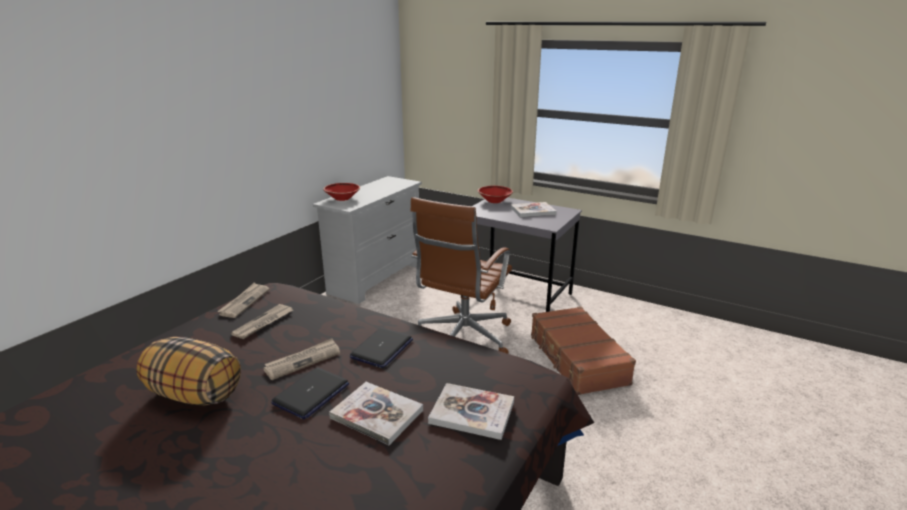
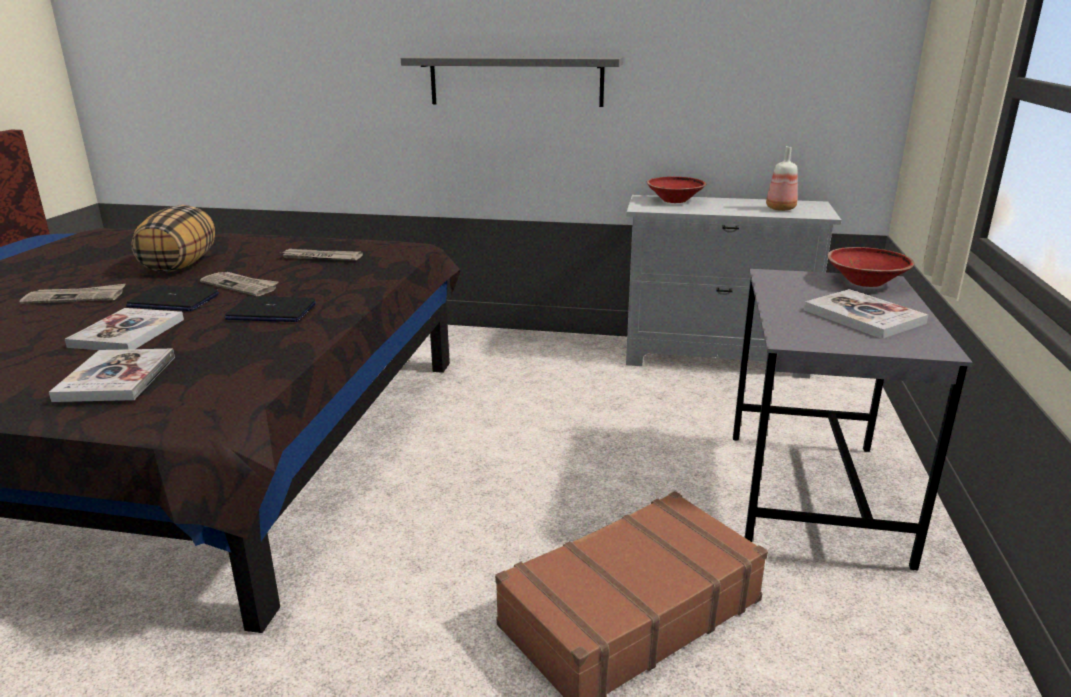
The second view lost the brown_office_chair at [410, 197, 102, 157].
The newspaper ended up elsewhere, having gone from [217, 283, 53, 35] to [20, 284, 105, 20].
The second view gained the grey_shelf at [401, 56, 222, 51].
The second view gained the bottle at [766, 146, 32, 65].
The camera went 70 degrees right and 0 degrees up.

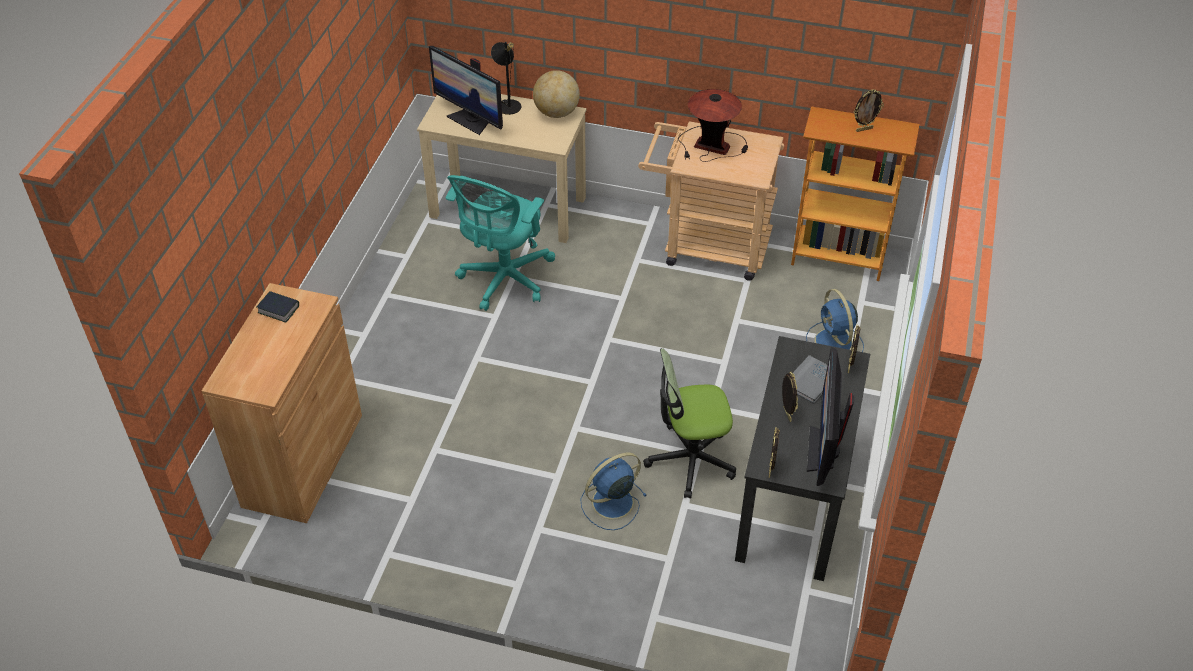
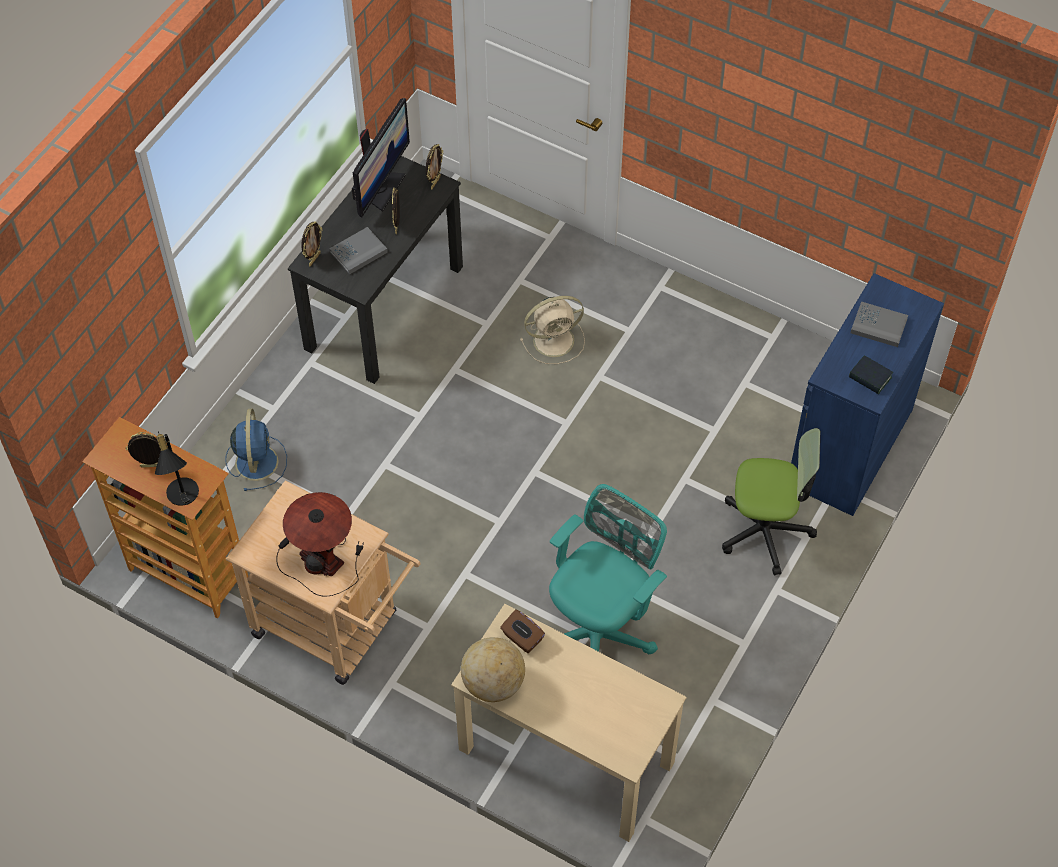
The black_table_lamp ended up elsewhere, having gone from [491, 42, 30, 73] to [155, 431, 44, 75].
The second view lost the monitor at [429, 46, 74, 89].
What was the brown_cabinet at [202, 283, 160, 240] turned into the blue_cabinet at [791, 273, 153, 243].
The office_chair ended up elsewhere, having gone from [643, 348, 93, 151] to [722, 428, 99, 147].
What was the blue_fan at [580, 453, 67, 77] turned into the beige_fan at [520, 296, 65, 68].
The second view gained the grey_book at [851, 301, 57, 46].
The second view gained the brown_tissue_box at [500, 609, 45, 44].
The camera went 165 degrees left and 10 degrees up.

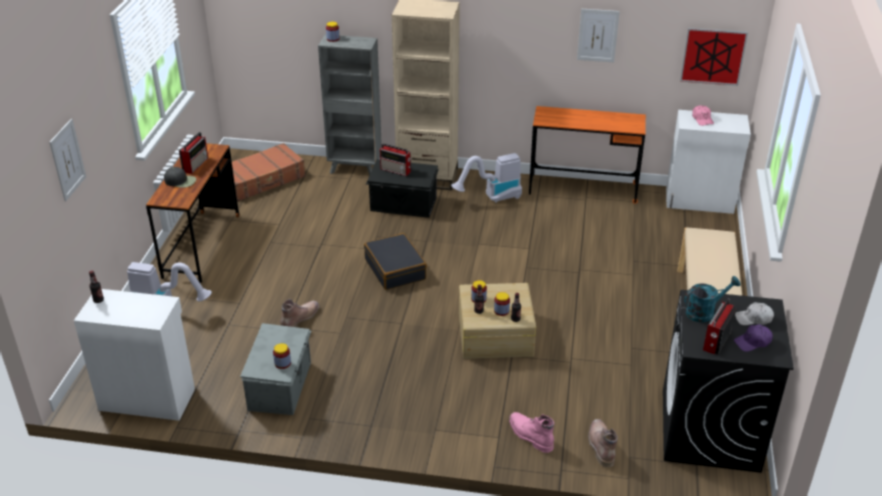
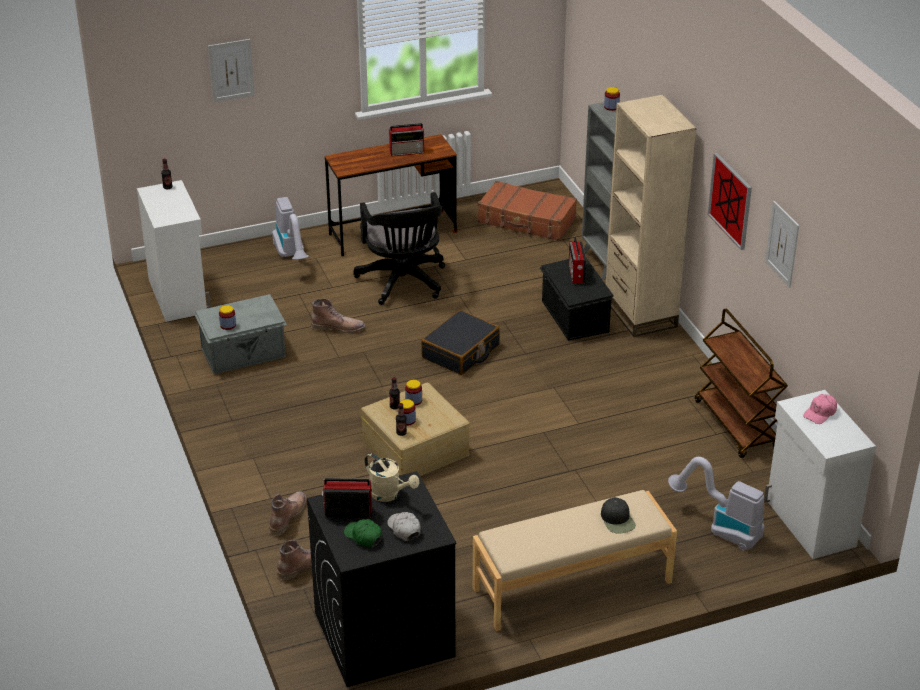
The picture ended up elsewhere, having gone from [680, 28, 68, 58] to [708, 153, 44, 97].
Where the orange_desk stood at [529, 106, 117, 98], the brown_cart came to stand at [695, 308, 93, 150].
The vacuum_cleaner ended up elsewhere, having gone from [451, 153, 71, 50] to [668, 457, 96, 94].
The black_cap ended up elsewhere, having gone from [164, 167, 32, 21] to [601, 497, 35, 36].
What was the turquoise_watering_can at [684, 276, 57, 46] turned into the beige_watering_can at [365, 453, 55, 49].
What was the purple_cap at [734, 324, 39, 28] turned into the green_cap at [344, 519, 38, 28].
What was the pink_boot at [509, 412, 45, 41] turned into the brown_boot at [269, 491, 38, 45].
The second view gained the black_office_chair at [353, 192, 92, 113].
The camera went 60 degrees right and 0 degrees up.

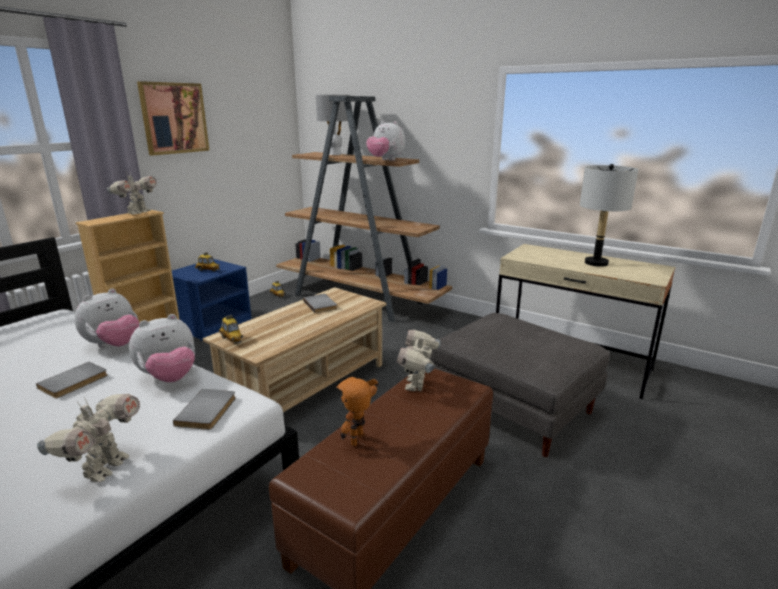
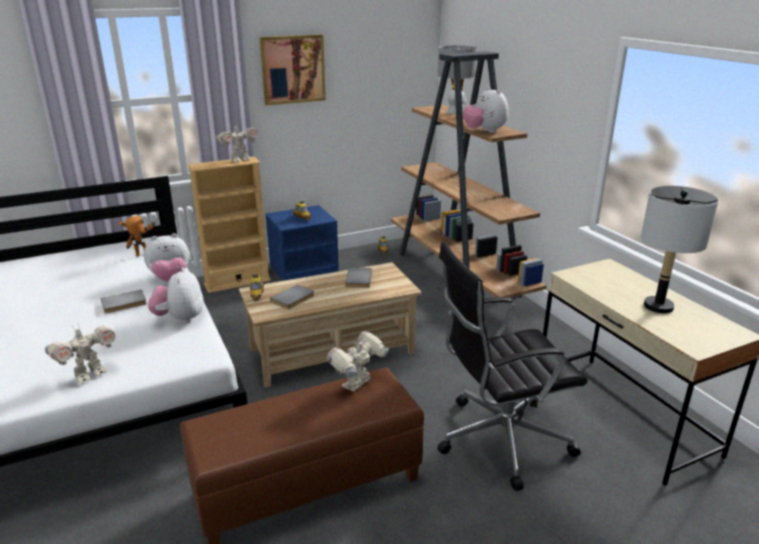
Where the grey_ottoman stood at [430, 313, 180, 144], the black_office_chair came to stand at [438, 242, 149, 249].
The plush_toy at [129, 314, 66, 68] ended up facing another way, 90 degrees clockwise from before.
The toy_robot ended up elsewhere, having gone from [336, 377, 43, 69] to [119, 216, 37, 40].
The grey_book ended up elsewhere, having gone from [173, 389, 63, 41] to [270, 284, 44, 25].
The camera went 30 degrees right and 5 degrees up.

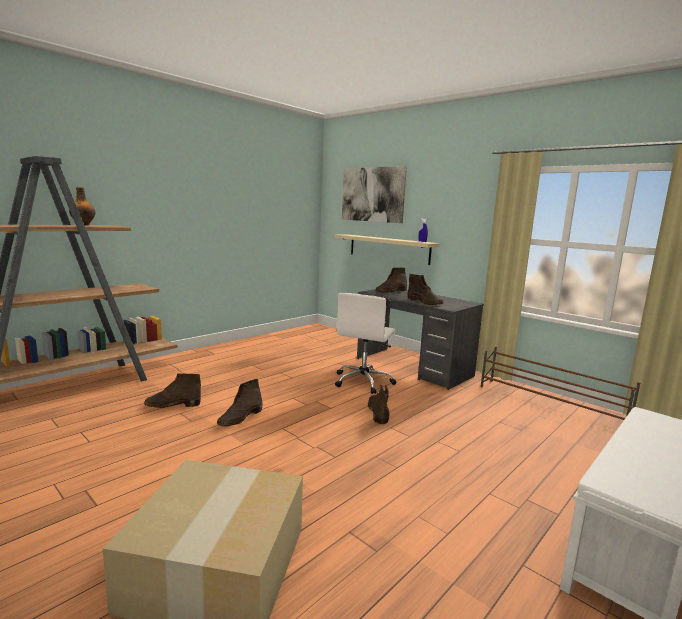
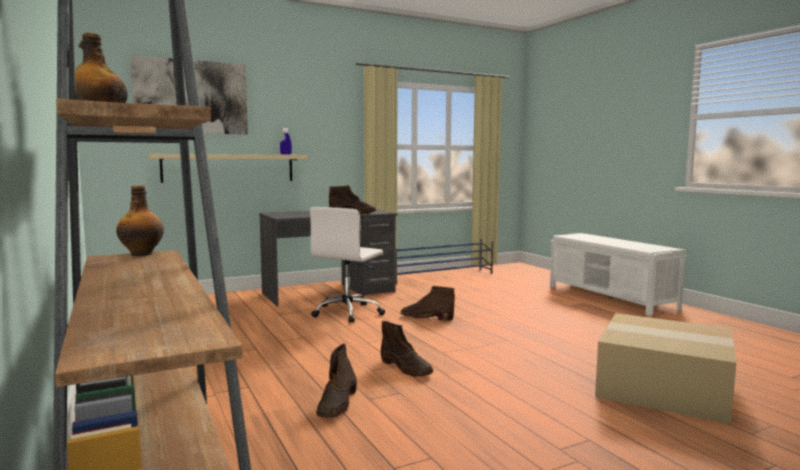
The second view lost the brown_boot at [376, 267, 31, 26].
The white_office_chair at [335, 293, 61, 101] ended up facing another way, 75 degrees clockwise from before.
What was the brown_shoe_rack at [480, 346, 160, 74] turned into the blue_shoe_rack at [395, 239, 98, 45].
The second view gained the bottle at [116, 185, 48, 71].
The camera went 70 degrees left and 5 degrees down.

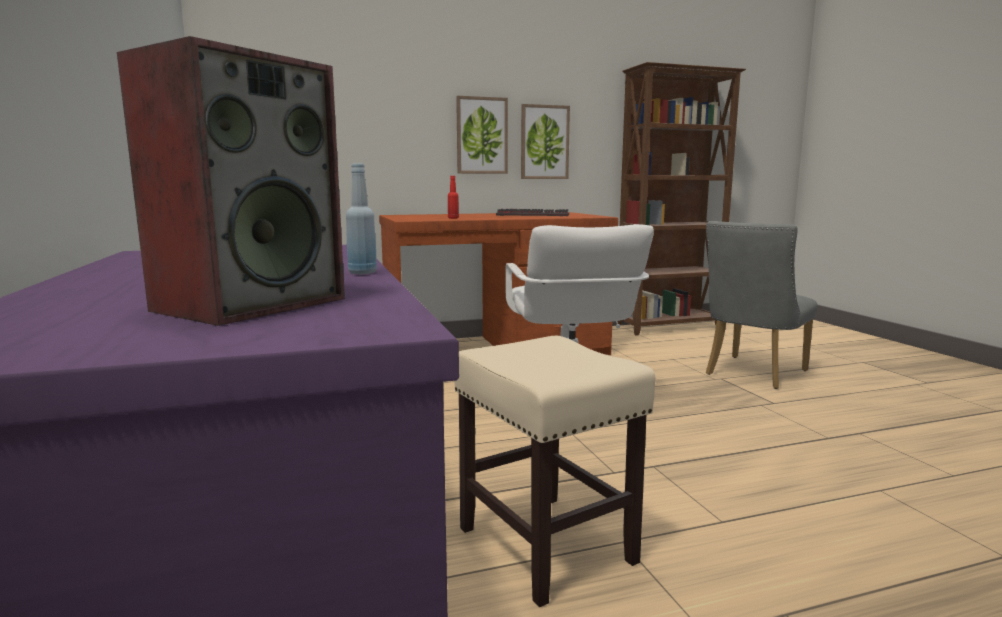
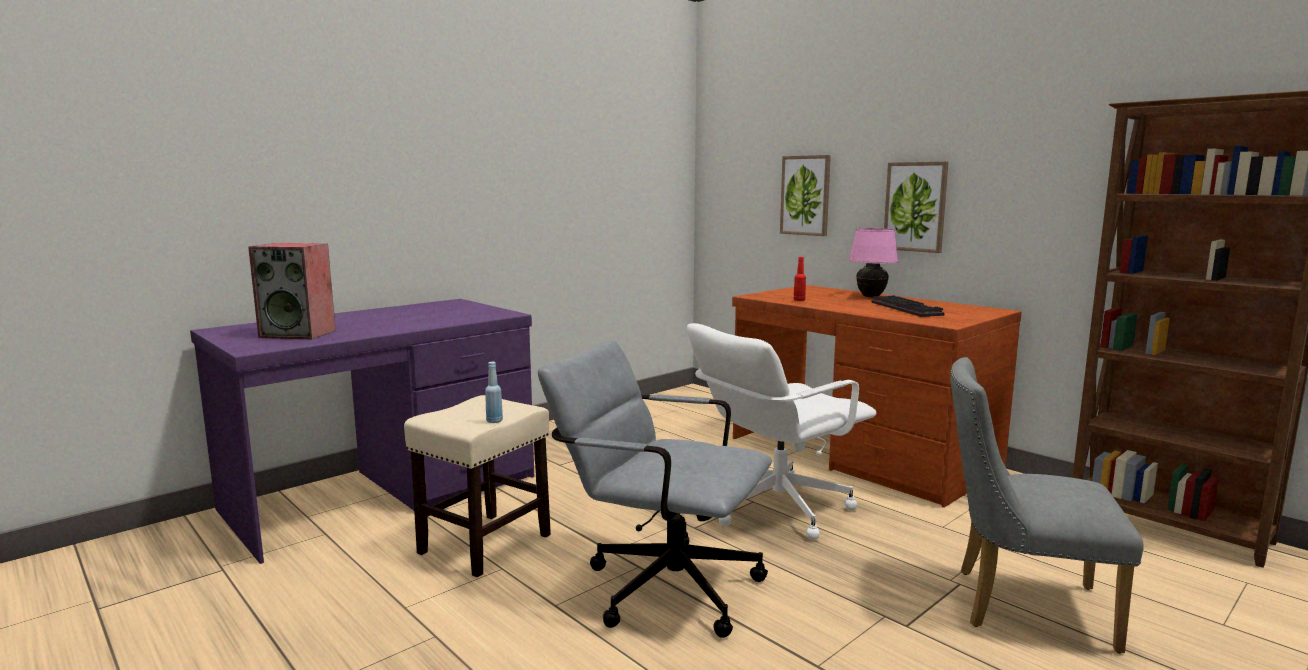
The picture ended up elsewhere, having gone from [521, 104, 49, 75] to [780, 155, 51, 81].
The blue_bottle ended up elsewhere, having gone from [346, 163, 31, 111] to [485, 362, 18, 61].
The second view gained the pink_table_lamp at [849, 228, 49, 69].
The second view gained the grey_office_chair at [538, 339, 234, 299].
The camera went 65 degrees right and 0 degrees up.

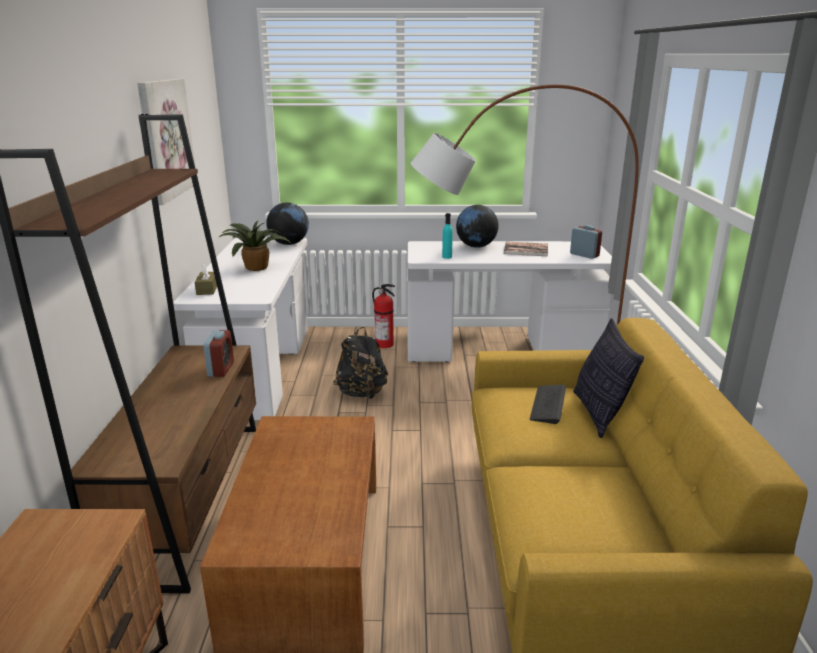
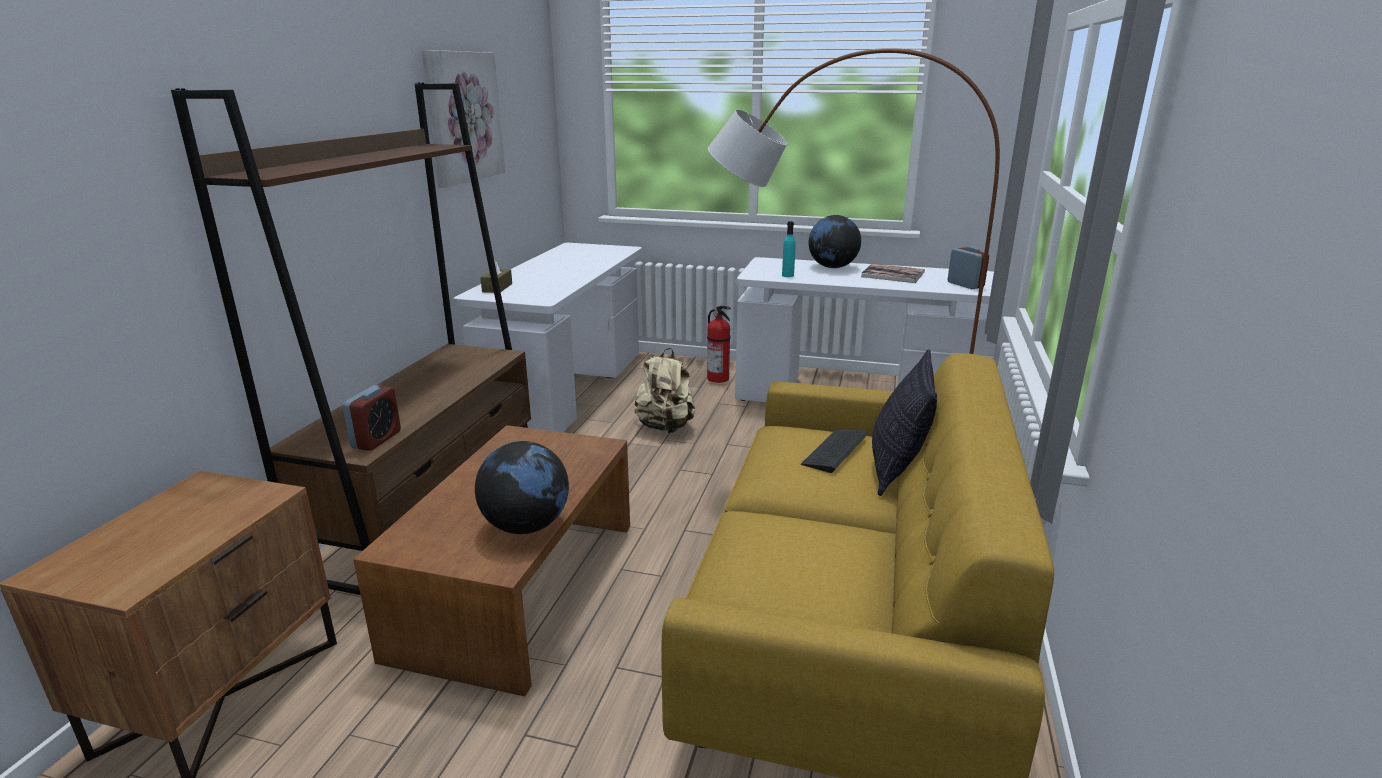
The globe ended up elsewhere, having gone from [266, 202, 43, 43] to [475, 441, 94, 93].
The second view lost the potted_plant at [218, 220, 73, 51].
What was the black_backpack at [333, 327, 55, 72] turned into the beige_backpack at [635, 348, 60, 85].
The alarm_clock ended up elsewhere, having gone from [203, 330, 31, 47] to [342, 385, 59, 66].
The camera went 15 degrees right and 0 degrees up.

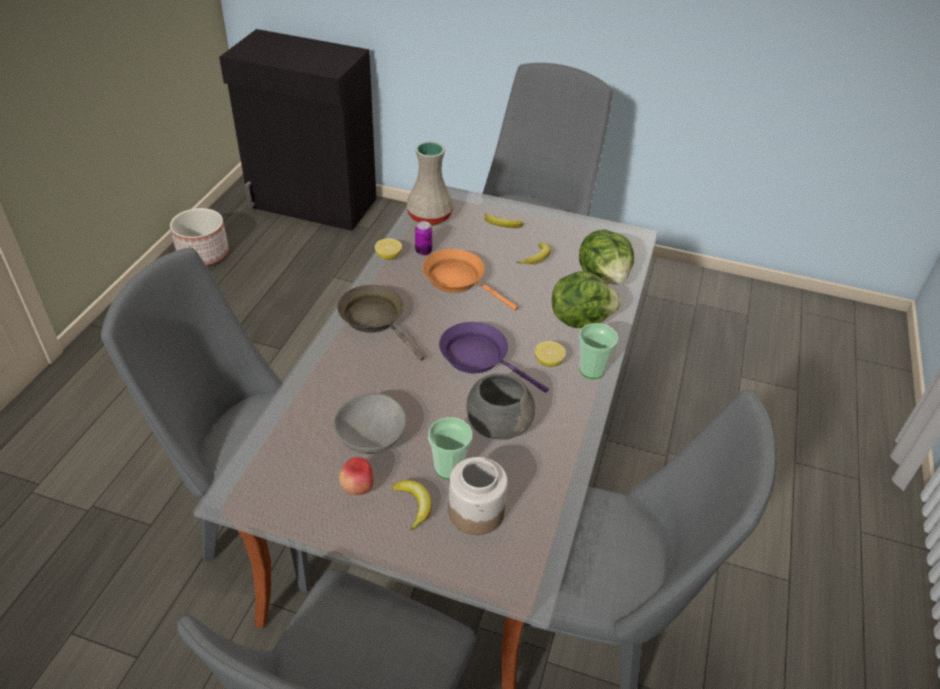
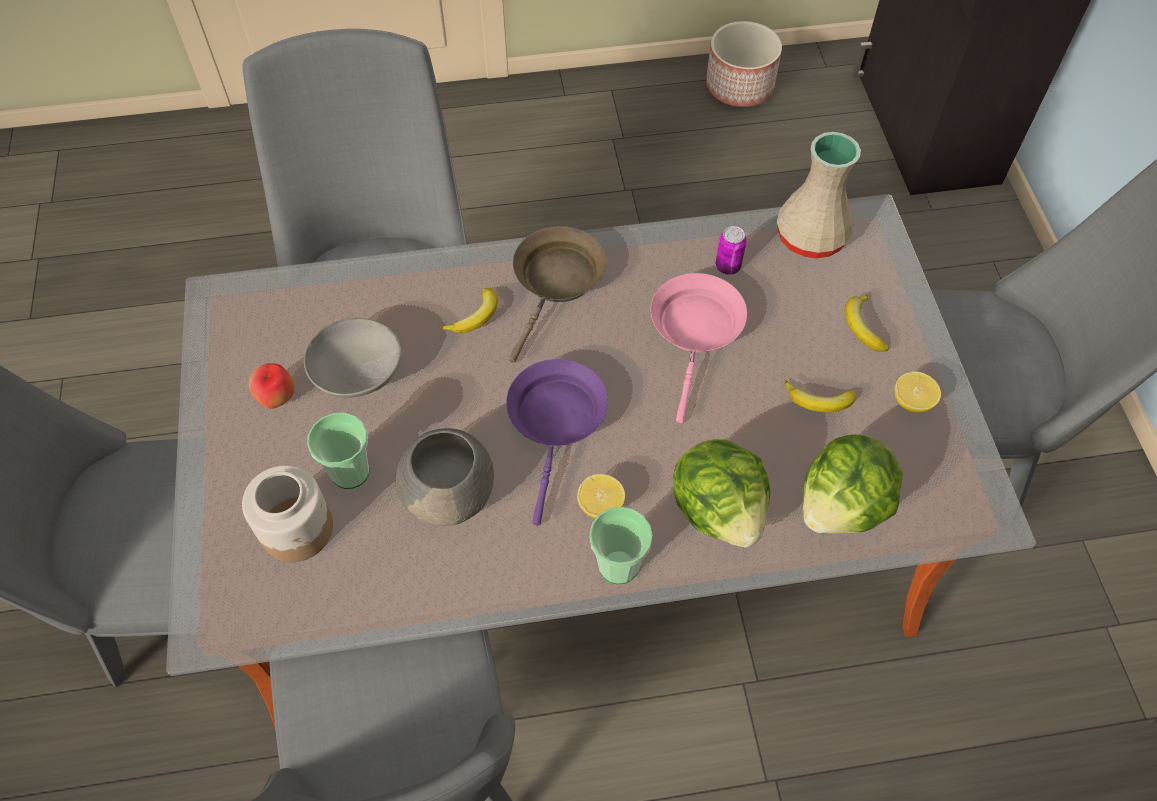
The lemon ended up elsewhere, having gone from [375, 238, 27, 22] to [894, 371, 47, 42].
What was the orange_frying_pan at [422, 249, 96, 61] turned into the pink_frying_pan at [650, 273, 97, 150].
The banana ended up elsewhere, having gone from [392, 480, 40, 51] to [440, 288, 58, 45].
The camera went 65 degrees right and 15 degrees up.

